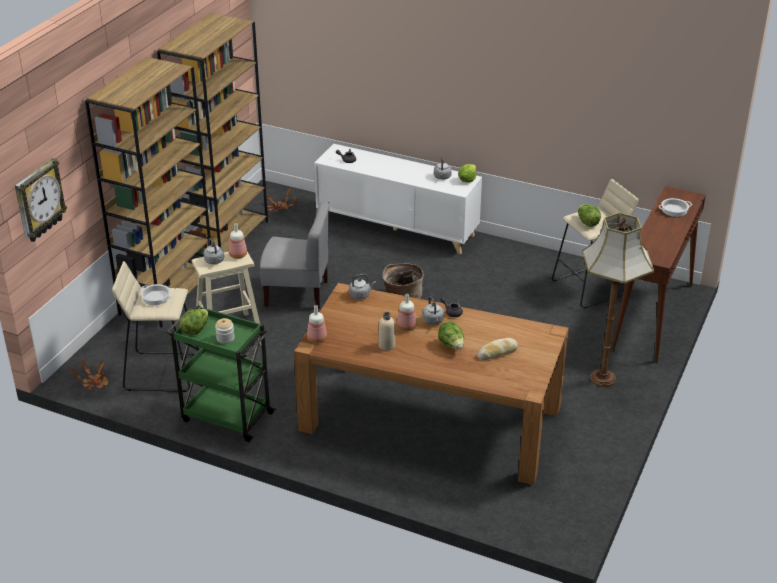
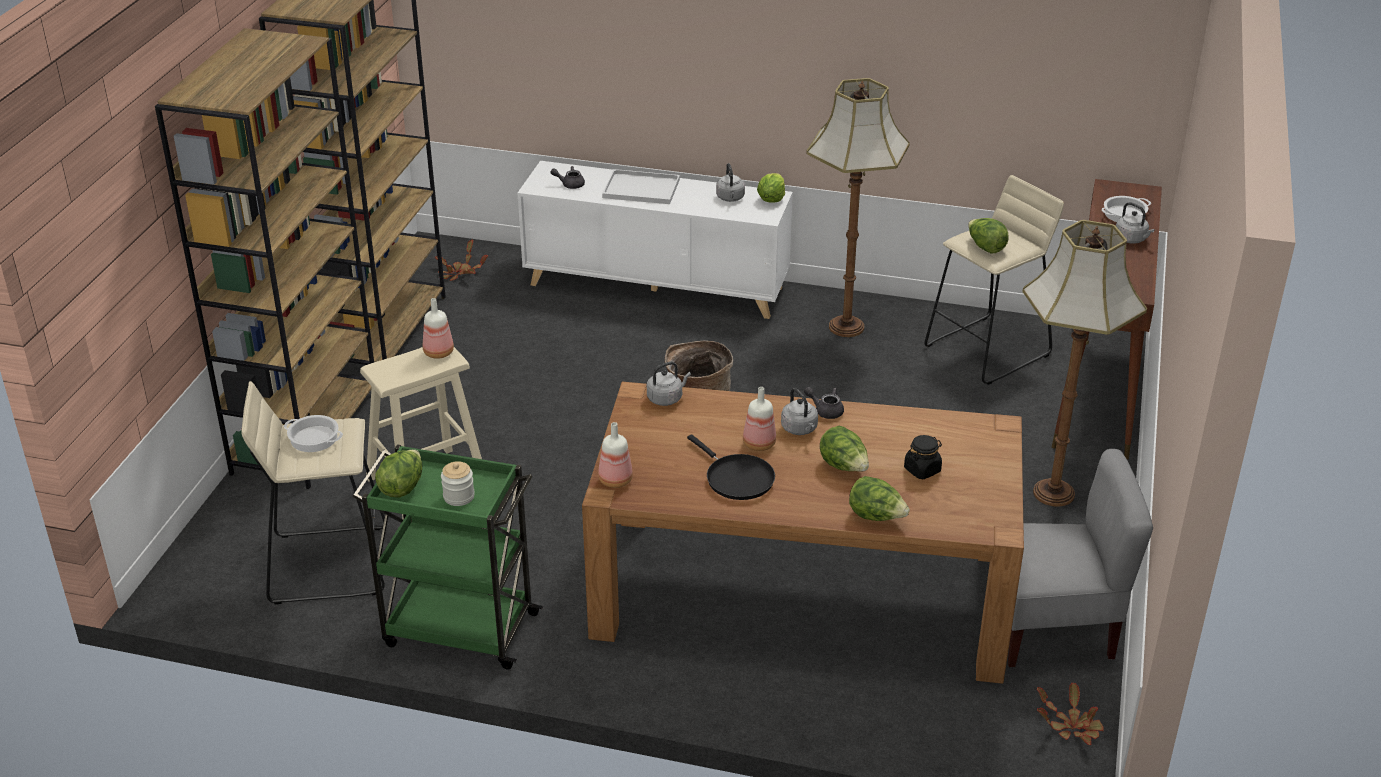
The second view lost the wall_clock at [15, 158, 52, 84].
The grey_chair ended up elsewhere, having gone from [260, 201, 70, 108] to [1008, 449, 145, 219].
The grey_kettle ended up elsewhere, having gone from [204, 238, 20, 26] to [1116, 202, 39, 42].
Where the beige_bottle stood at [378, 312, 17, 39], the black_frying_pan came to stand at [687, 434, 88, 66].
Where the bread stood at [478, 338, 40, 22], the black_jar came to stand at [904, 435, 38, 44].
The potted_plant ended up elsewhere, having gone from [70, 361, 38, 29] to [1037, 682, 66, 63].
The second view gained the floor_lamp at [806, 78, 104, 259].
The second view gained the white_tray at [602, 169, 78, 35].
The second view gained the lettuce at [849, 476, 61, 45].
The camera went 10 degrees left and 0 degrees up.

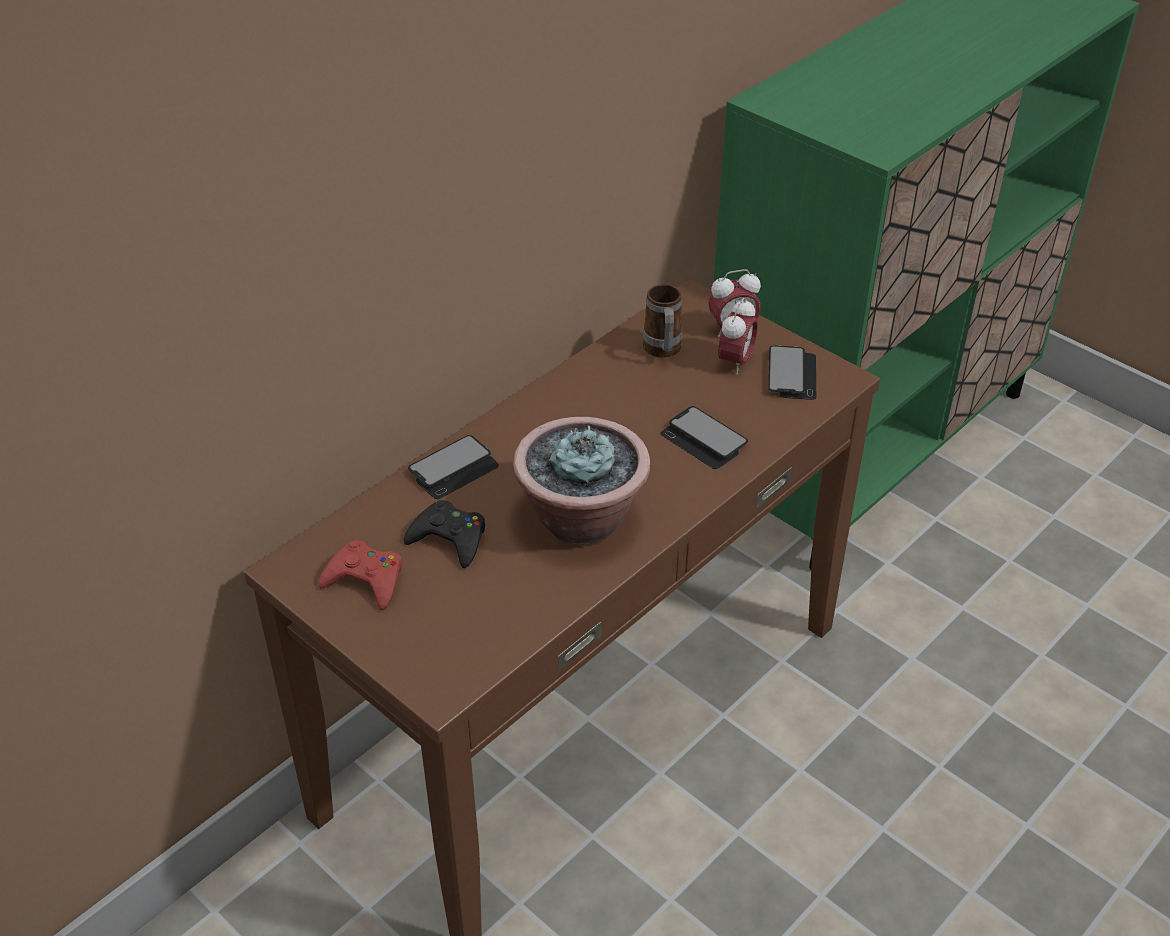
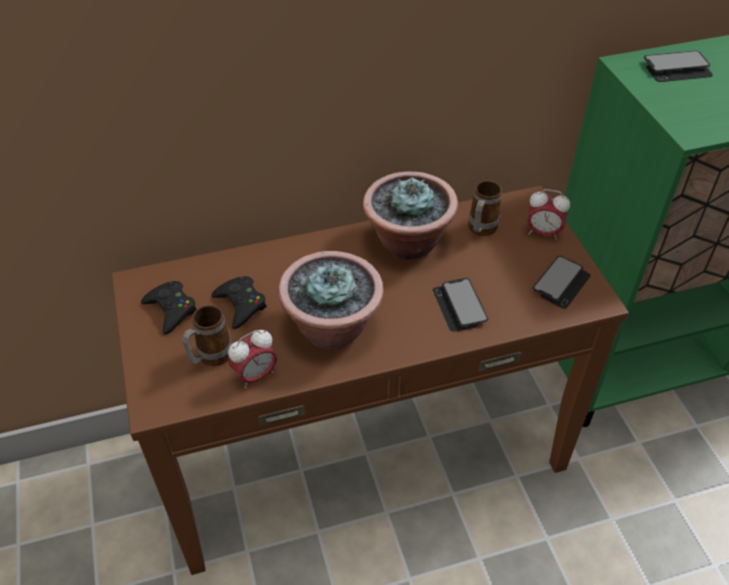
The alarm_clock ended up elsewhere, having gone from [718, 298, 40, 77] to [228, 330, 49, 58].
The phone ended up elsewhere, having gone from [408, 435, 91, 64] to [644, 51, 69, 31].
What was the red_game_controller at [318, 540, 84, 70] turned into the black_game_controller at [141, 281, 56, 54].
The second view gained the potted_plant at [363, 172, 95, 88].
The second view gained the mug at [182, 305, 50, 61].
The camera went 30 degrees right and 5 degrees up.

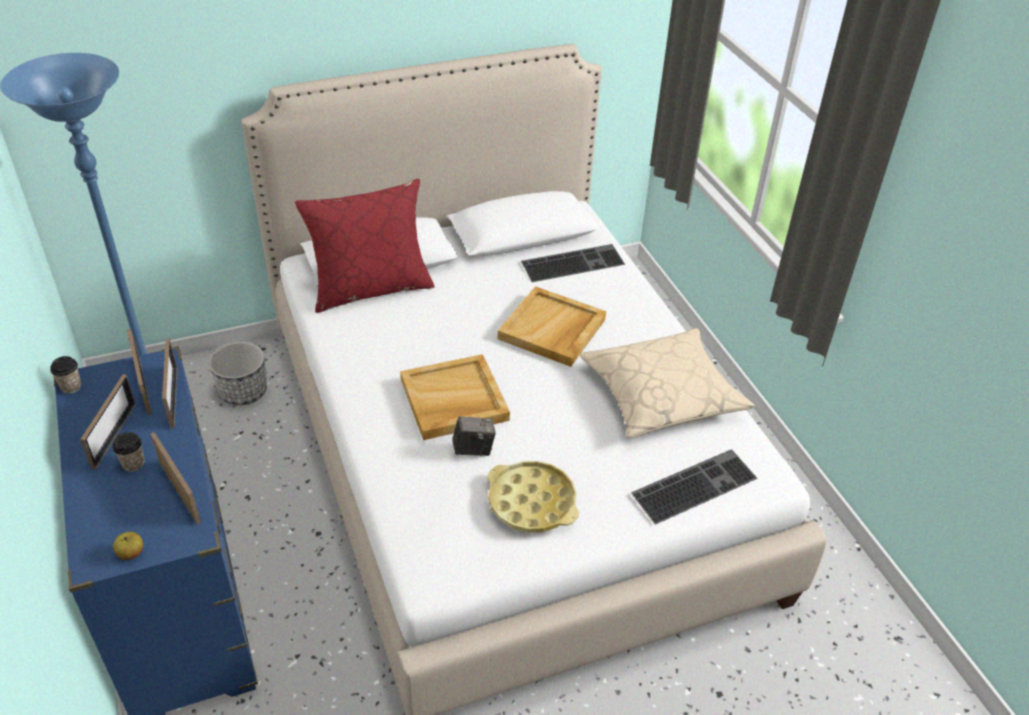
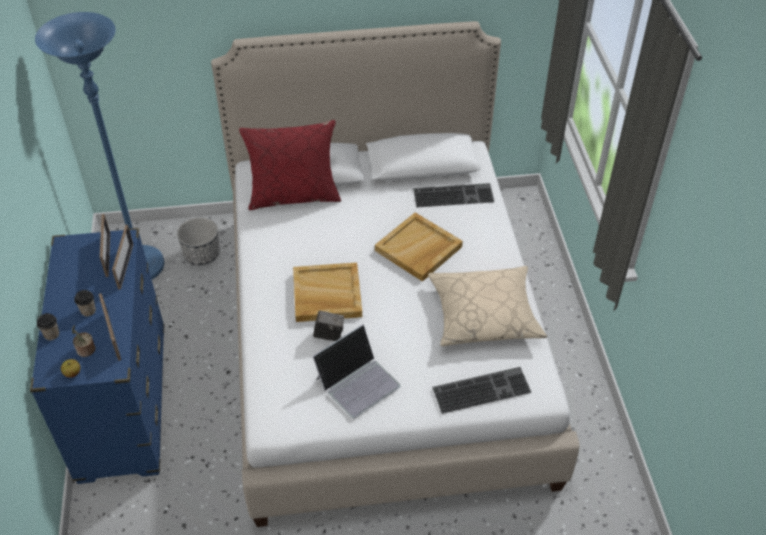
The cup ended up elsewhere, having gone from [50, 356, 31, 38] to [37, 313, 22, 27].
The second view lost the picture_frame at [80, 374, 56, 96].
Where the yellow_tray stood at [488, 461, 91, 71], the laptop came to stand at [313, 324, 88, 95].
The second view gained the potted_plant at [72, 325, 23, 32].
The camera went 15 degrees right and 5 degrees up.

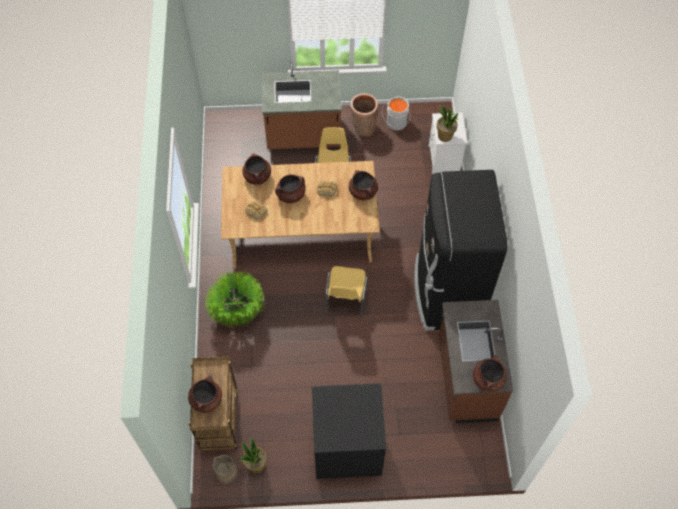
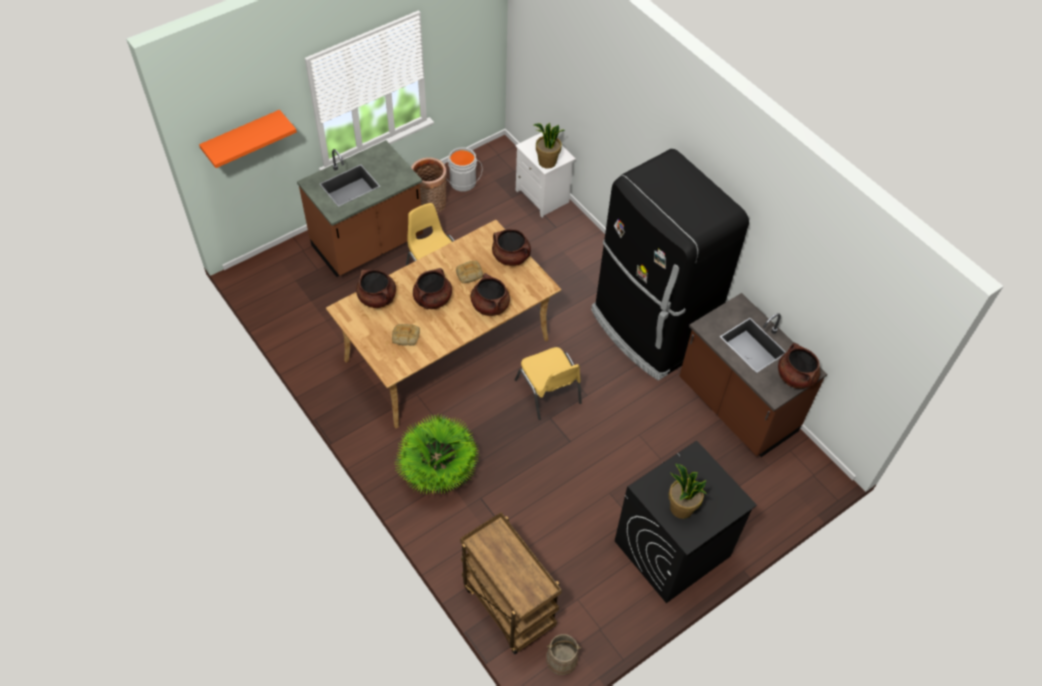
The brown_cooking_pot ended up elsewhere, having gone from [188, 376, 34, 37] to [471, 273, 39, 43].
The potted_plant ended up elsewhere, having gone from [238, 437, 29, 36] to [669, 464, 38, 55].
The second view gained the orange_shelf at [199, 110, 98, 58].
The camera went 35 degrees left and 5 degrees down.

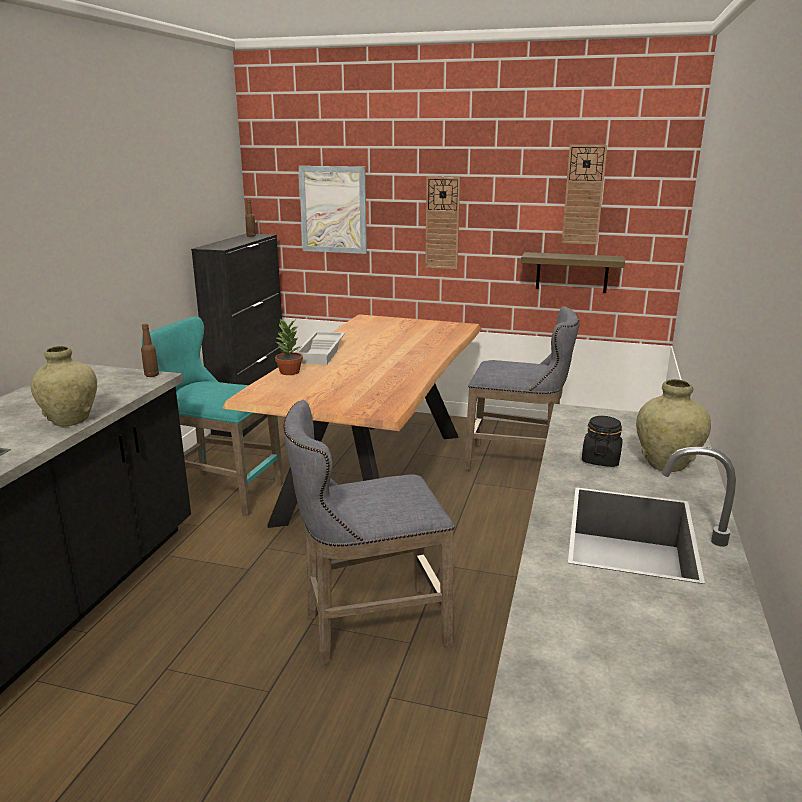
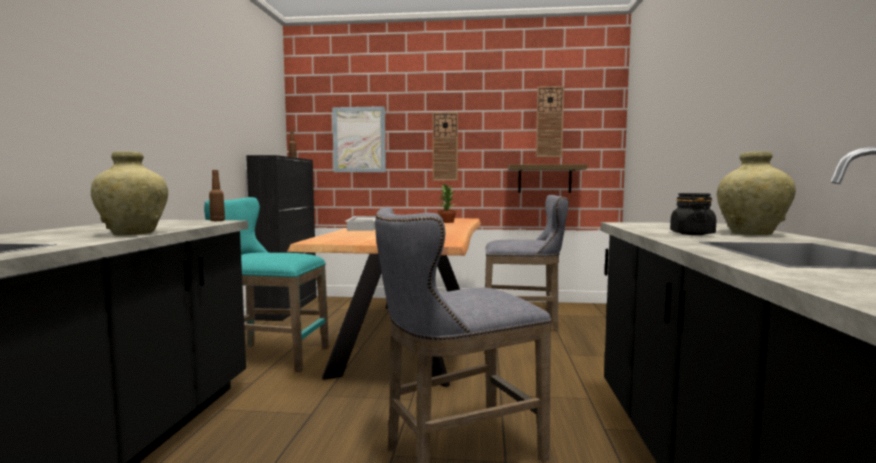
The potted_plant ended up elsewhere, having gone from [275, 319, 28, 56] to [438, 184, 19, 39].
The camera went 10 degrees left and 15 degrees down.

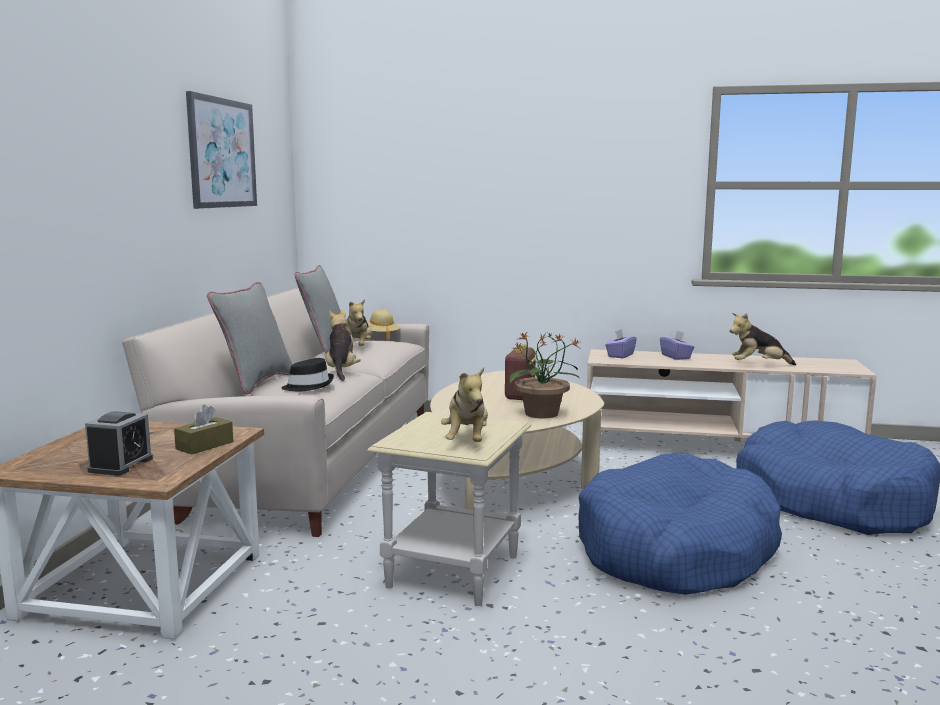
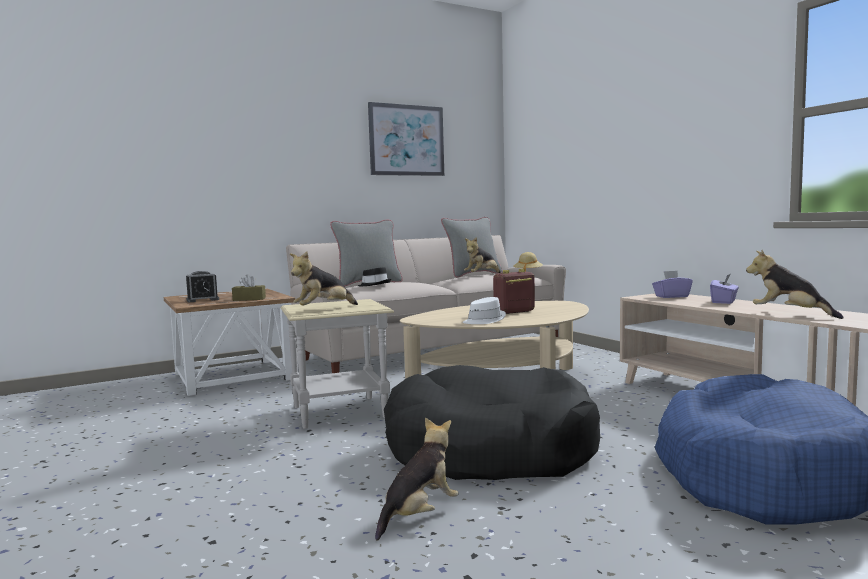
The plush_toy ended up elsewhere, having gone from [326, 310, 35, 71] to [375, 418, 83, 123].
Where the potted_plant stood at [509, 333, 72, 85], the white_hat came to stand at [463, 297, 43, 27].
What was the blue_dog_bed at [578, 453, 204, 142] turned into the black_dog_bed at [384, 365, 216, 115].
The camera went 50 degrees right and 5 degrees down.

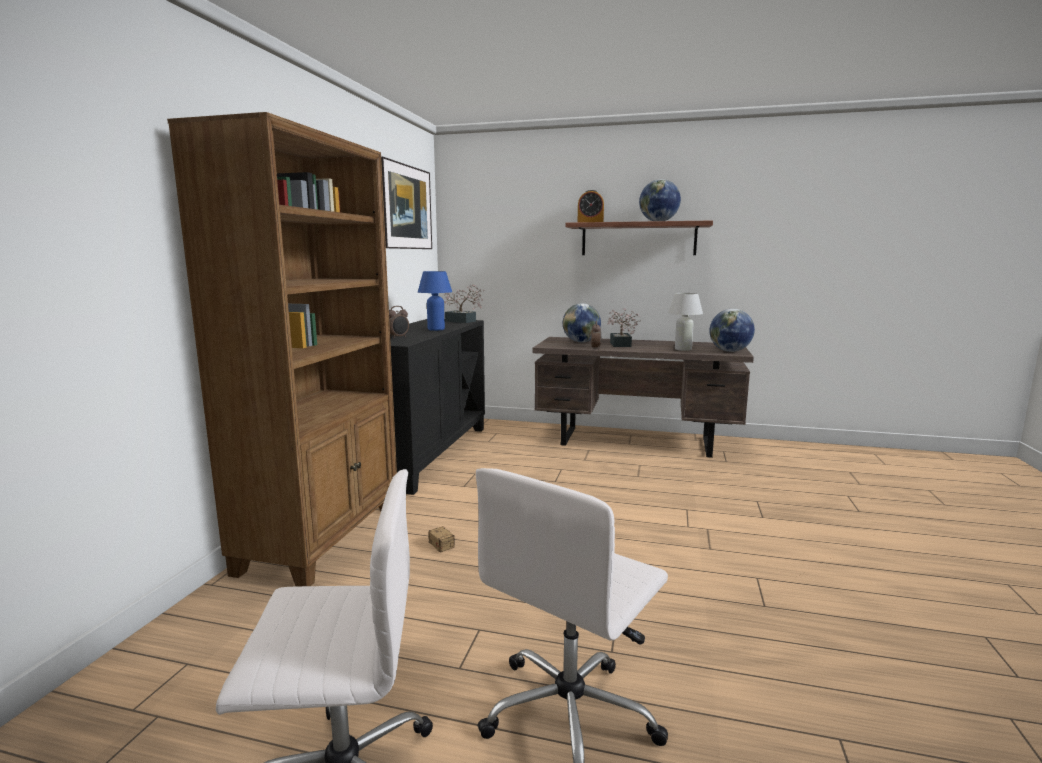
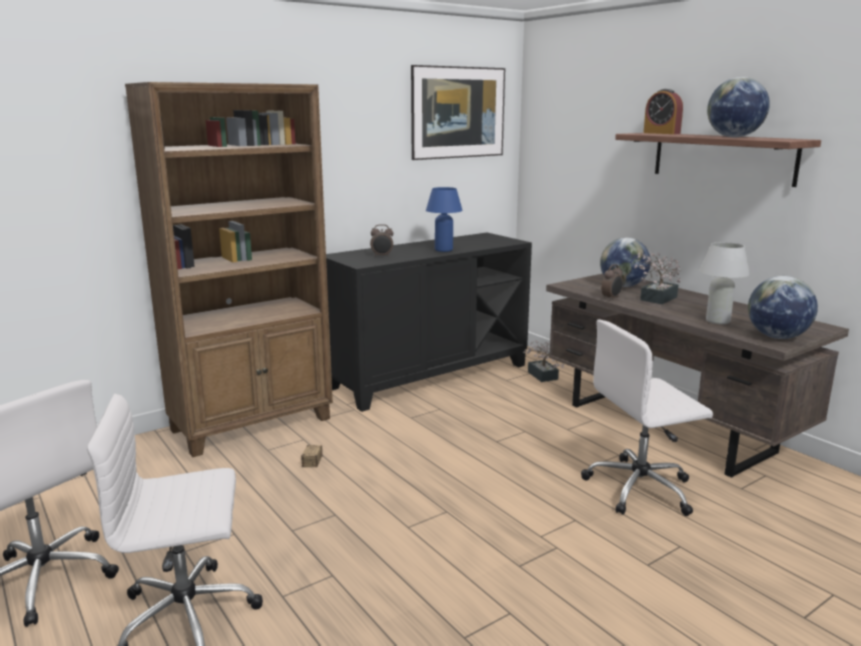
The potted_plant ended up elsewhere, having gone from [444, 284, 40, 39] to [523, 340, 41, 42].
The second view gained the white_office_chair at [581, 320, 132, 196].
The camera went 40 degrees right and 5 degrees up.

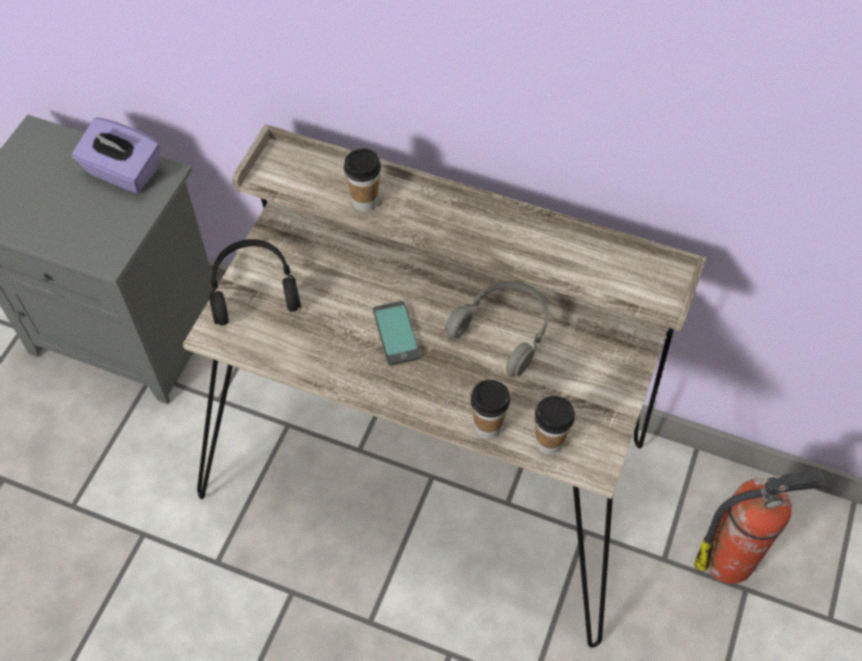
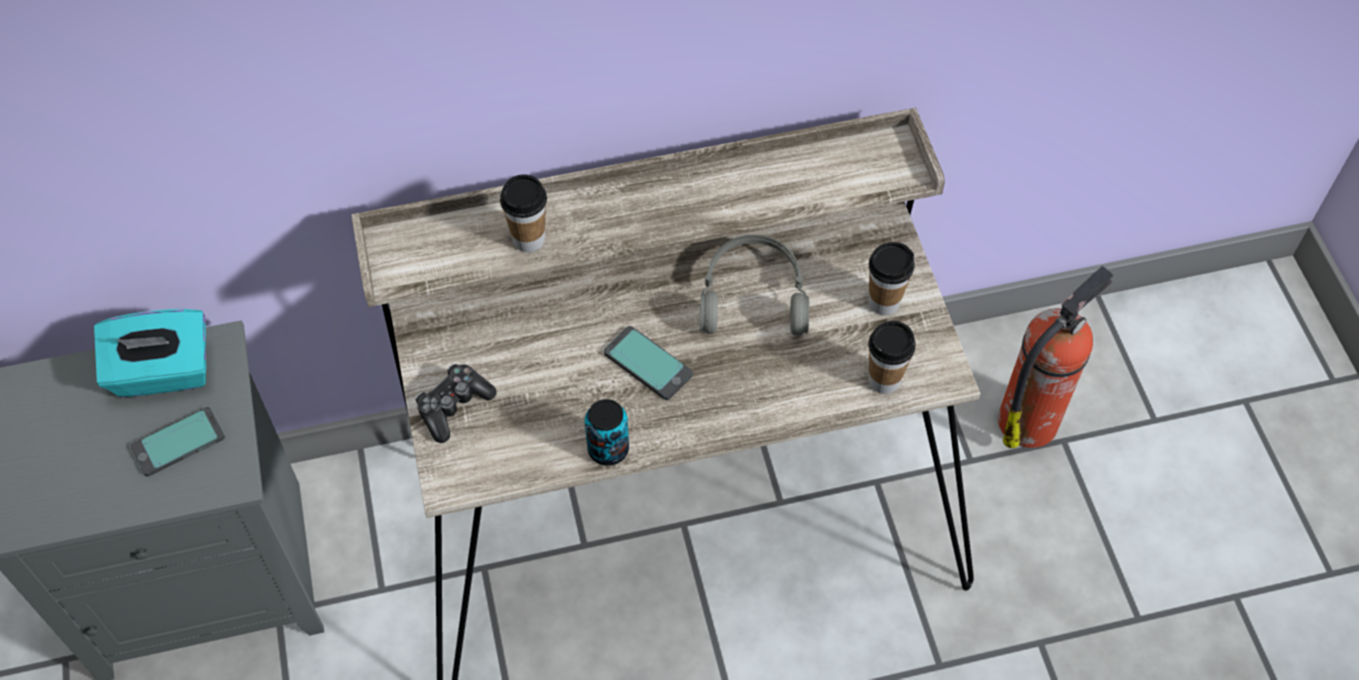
What was the purple_tissue_box at [72, 118, 88, 75] turned into the turquoise_tissue_box at [94, 309, 112, 88].
Where the black_headphones stood at [209, 239, 92, 86], the game_controller came to stand at [415, 364, 82, 79].
The cup ended up elsewhere, having gone from [471, 380, 39, 58] to [869, 242, 46, 73].
The second view gained the can at [585, 399, 44, 67].
The second view gained the phone at [130, 407, 95, 70].
The camera went 35 degrees left and 0 degrees up.

